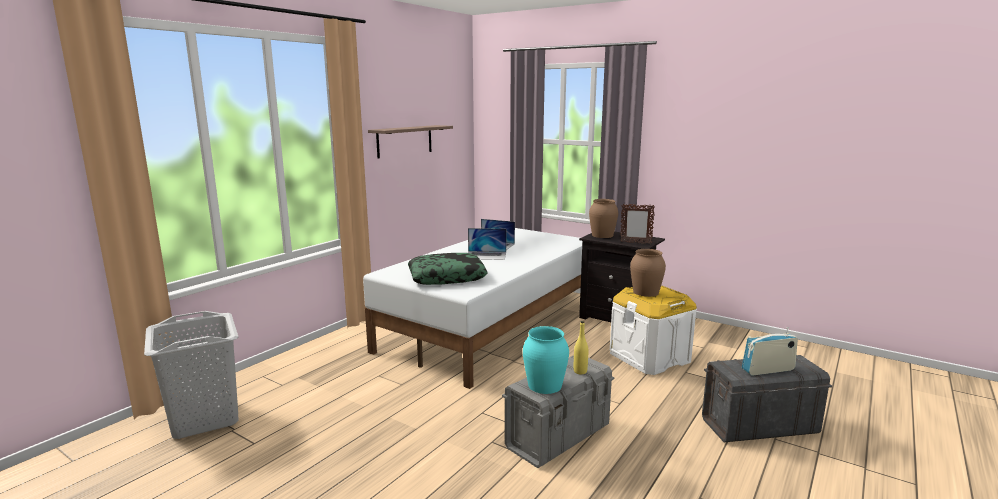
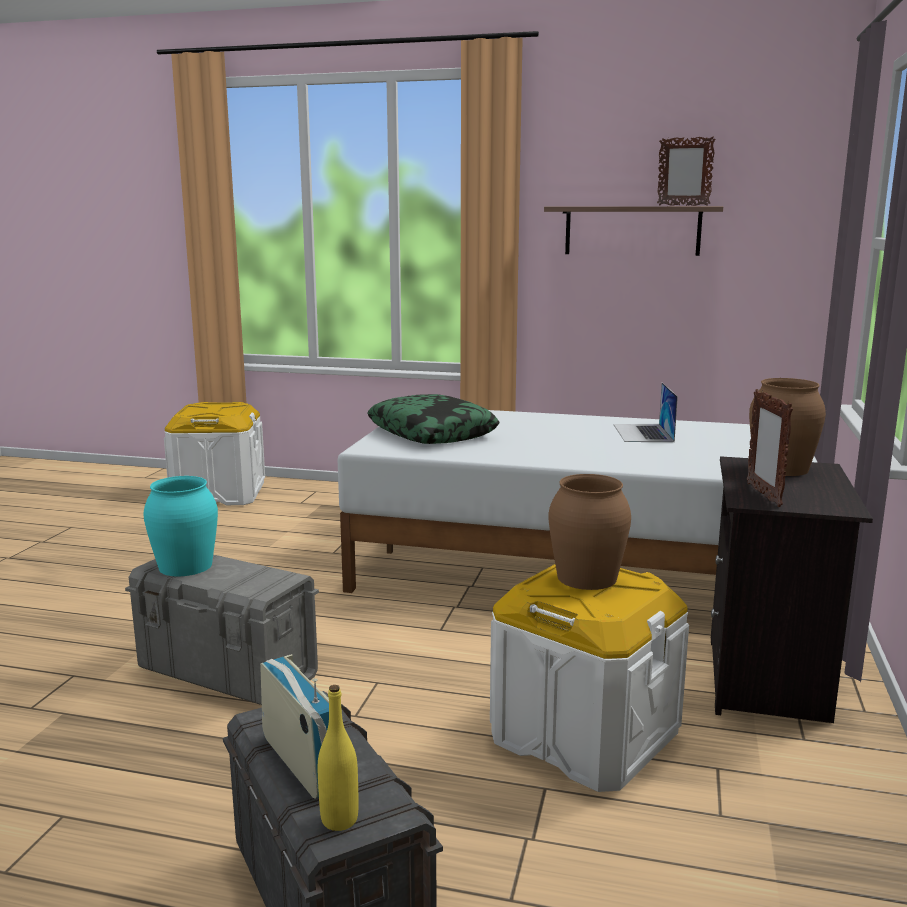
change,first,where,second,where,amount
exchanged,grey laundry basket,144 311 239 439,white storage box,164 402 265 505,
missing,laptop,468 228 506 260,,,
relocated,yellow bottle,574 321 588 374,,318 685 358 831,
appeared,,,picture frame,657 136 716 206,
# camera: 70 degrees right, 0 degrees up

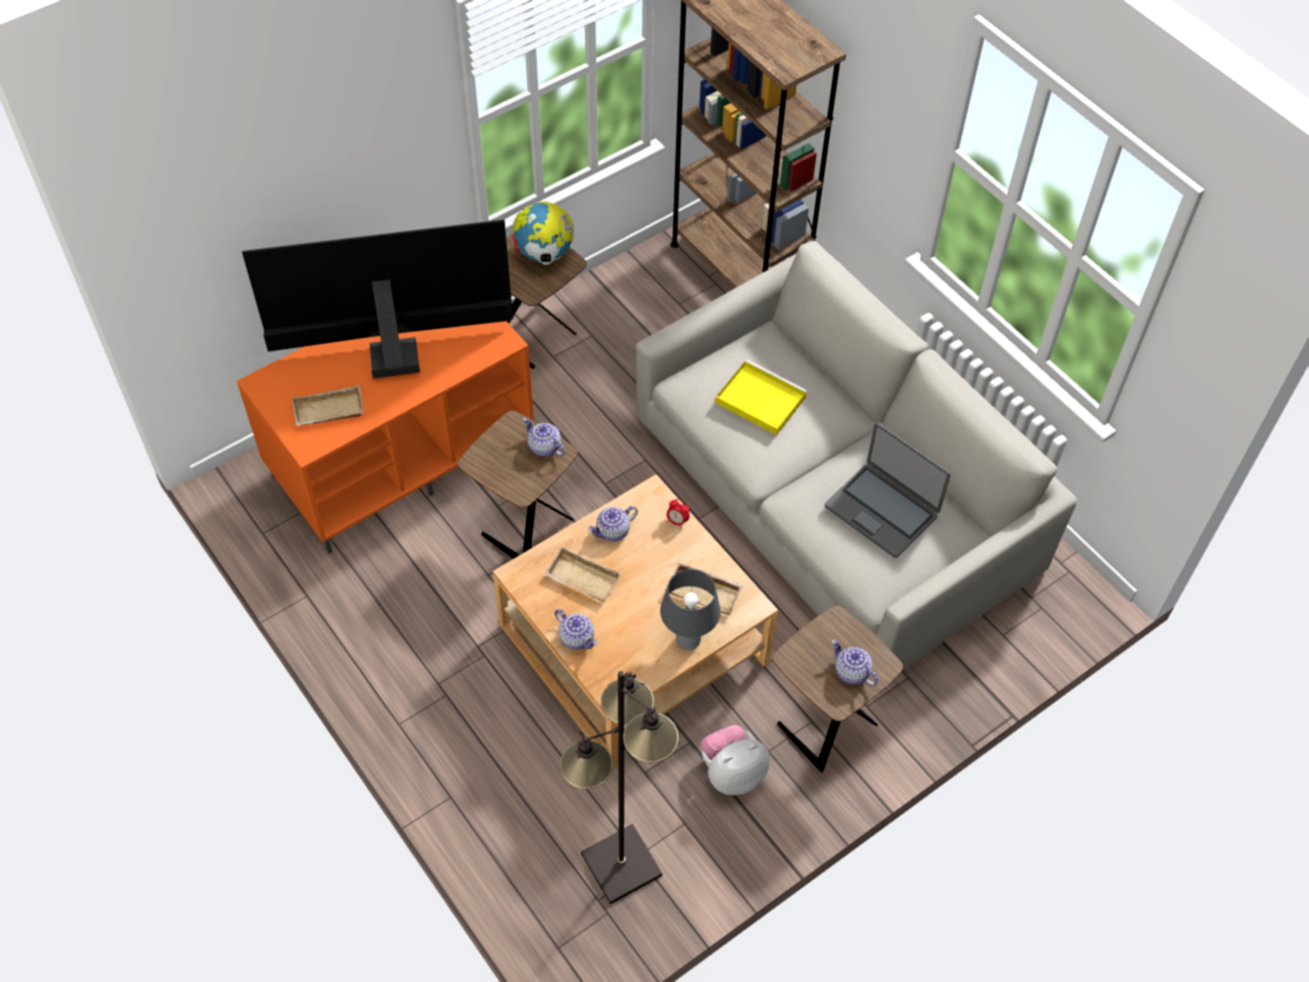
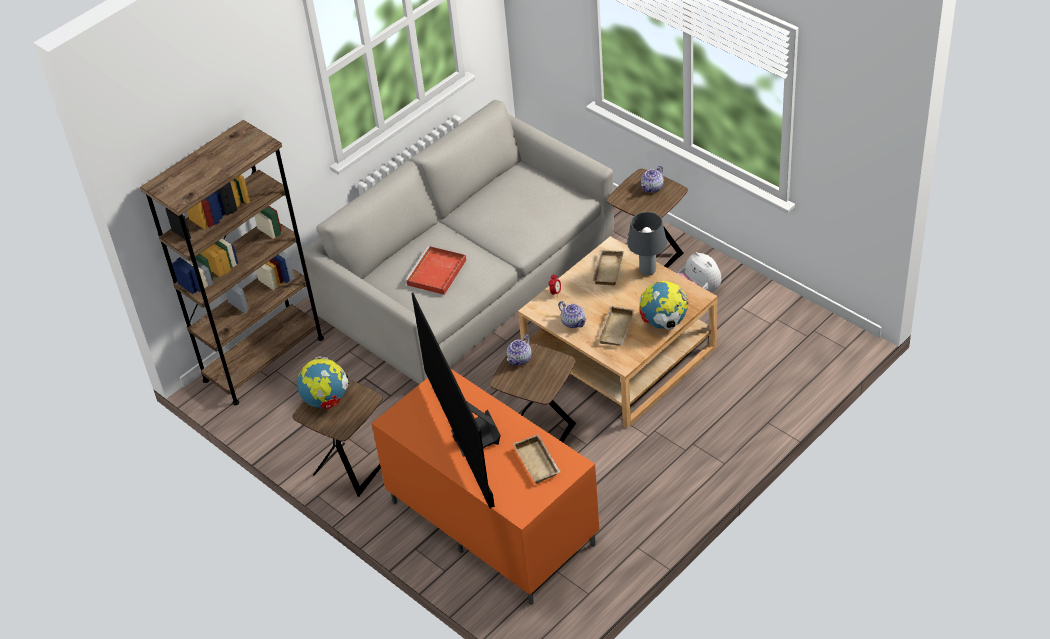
change,first,where,second,where,amount
exchanged,teapot,555 609 598 650,globe,639 281 688 330,
missing,black floor lamp,560 671 679 904,,,
colour,yellow tray,715 359 808 435,red tray,405 246 466 295,
missing,laptop,825 422 951 558,,,
# camera: 95 degrees left, 10 degrees down

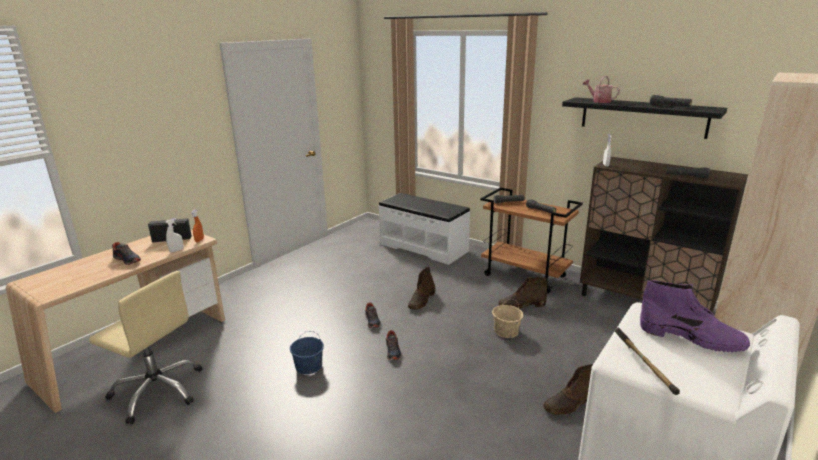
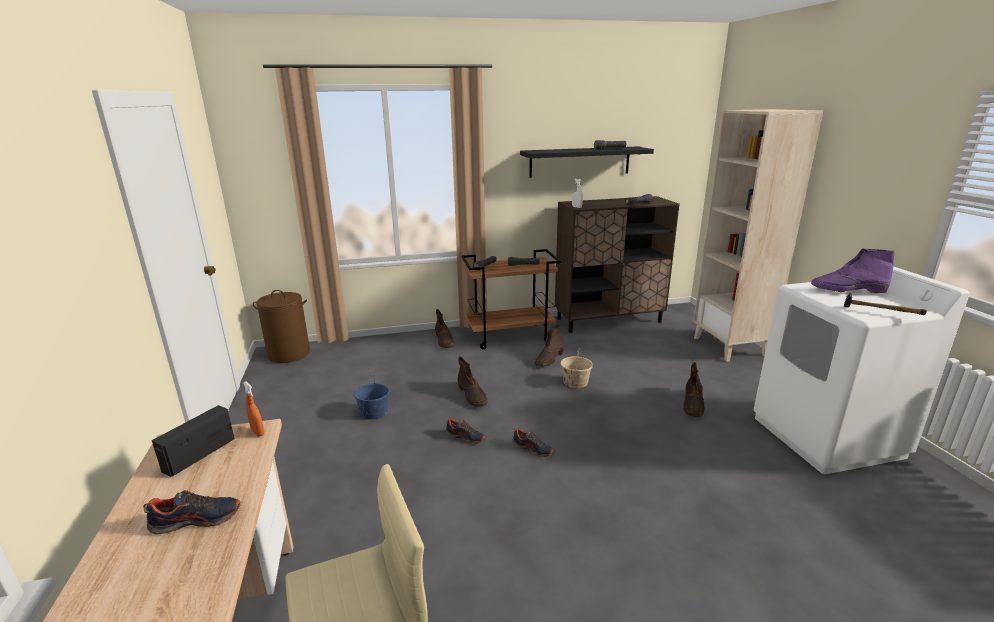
change,first,where,second,where,amount
missing,white spray bottle,166 218 184 252,,,
relocated,blue bucket,290 331 324 375,,354 375 389 419,
missing,white bench,378 193 470 265,,,
missing,watering can,583 76 620 103,,,
spun,purple boot,640 280 750 352,,811 249 895 293,150 degrees counterclockwise
appeared,,,brown laundry basket,253 290 310 363,
appeared,,,brown boot,435 309 455 348,
# camera: 50 degrees left, 0 degrees up

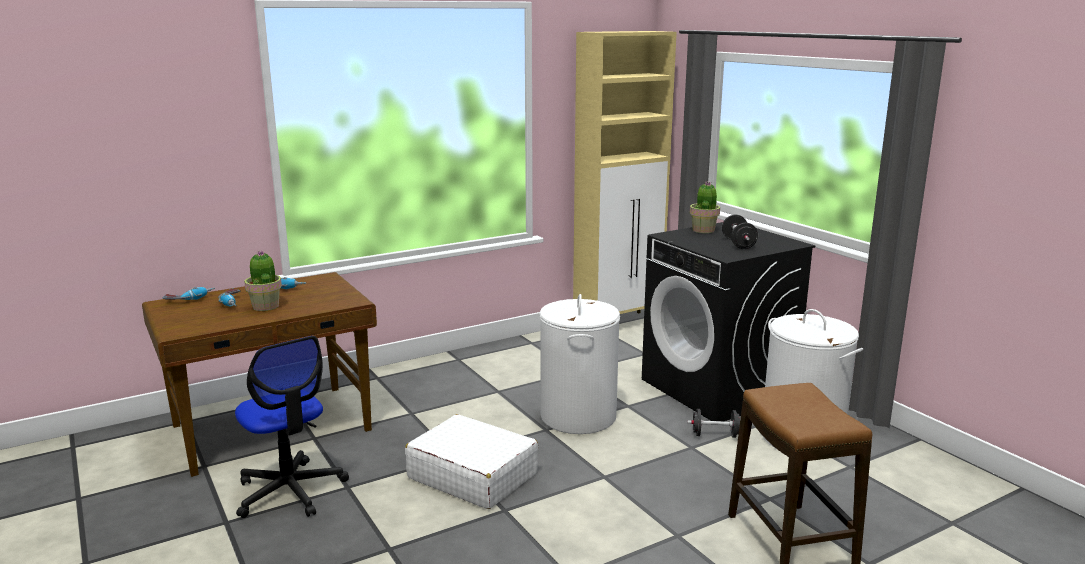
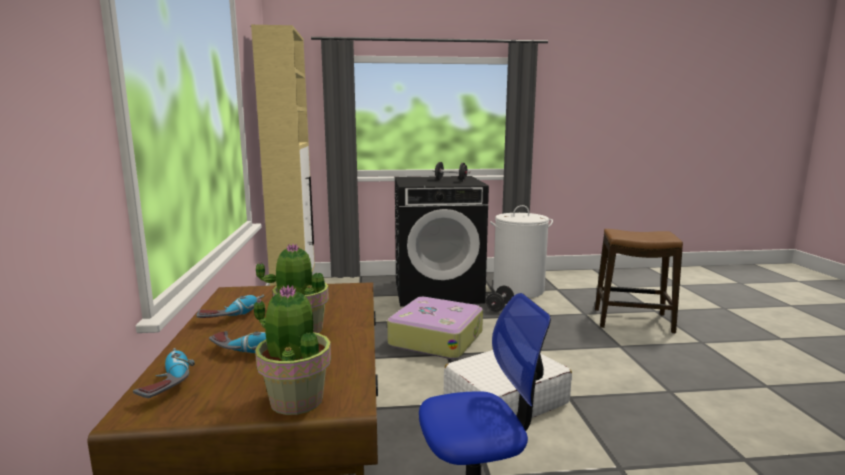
change,first,where,second,where,amount
exchanged,white laundry basket,539 294 620 434,suitcase,387 297 483 359,
relocated,potted plant,690 182 720 233,,254 285 331 415,
# camera: 65 degrees left, 5 degrees down

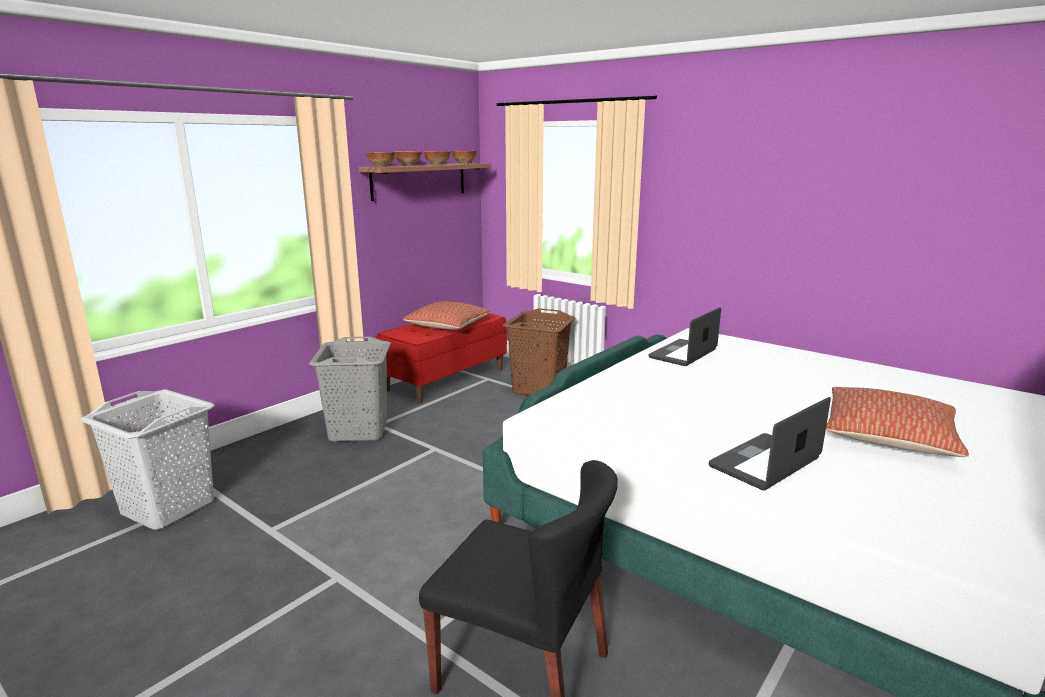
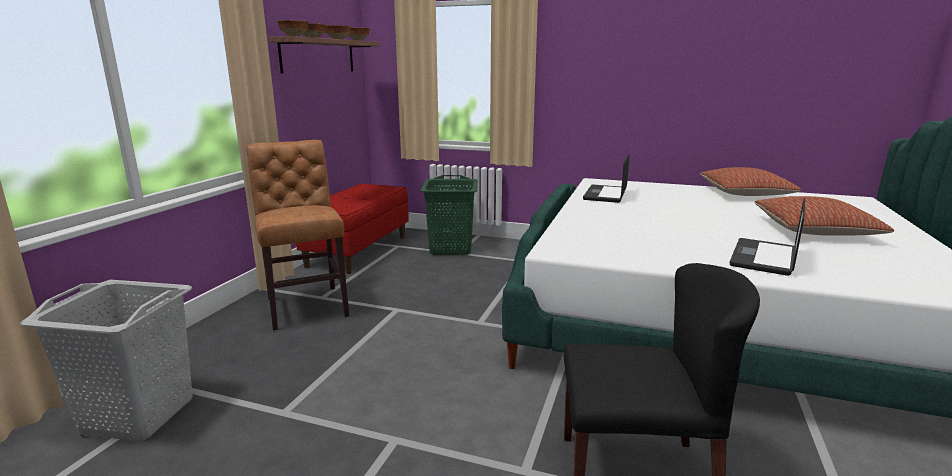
change,first,where,second,where,amount
exchanged,grey laundry basket,309 337 391 442,brown chair,246 140 349 330,
relocated,pillow,402 301 490 330,,700 167 802 196,
colour,brown laundry basket,503 308 575 396,green laundry basket,420 175 478 255,
# camera: 20 degrees left, 0 degrees up

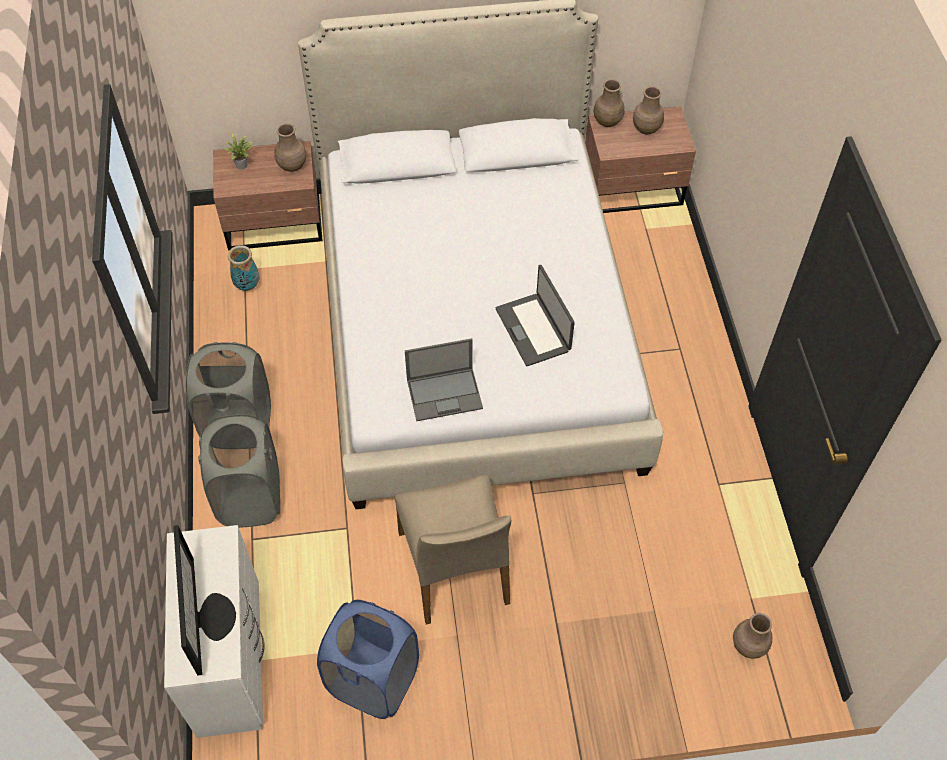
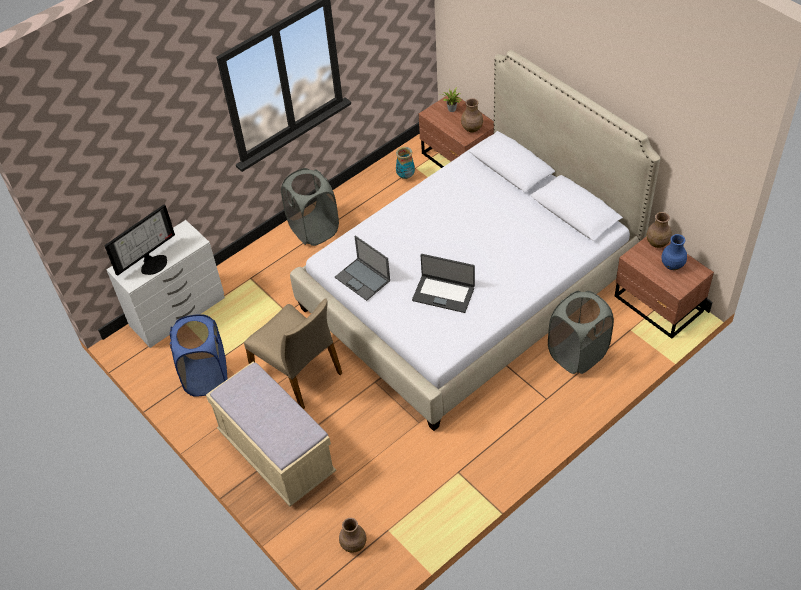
change,first,where,second,where,amount
relocated,grey laundry basket,198 414 280 528,,548 291 614 374,
spun,beige chair,395 475 511 625,,244 298 342 409,90 degrees counterclockwise
spun,laptop,496 265 575 366,,412 254 475 313,105 degrees counterclockwise
colour,brown vase,633 86 664 134,blue vase,661 234 687 270,
appeared,,,beige bench,206 362 336 506,
# camera: 60 degrees right, 5 degrees down

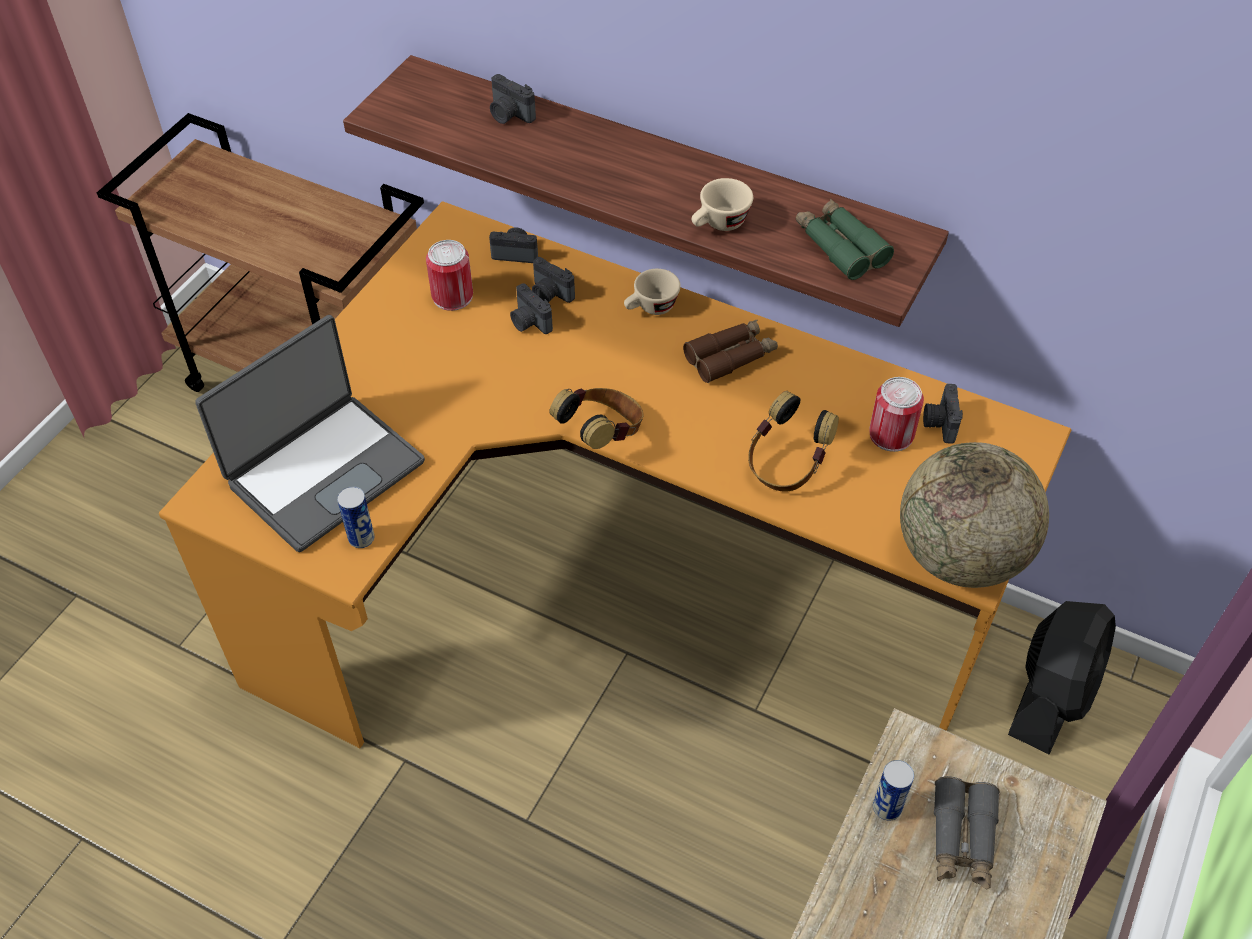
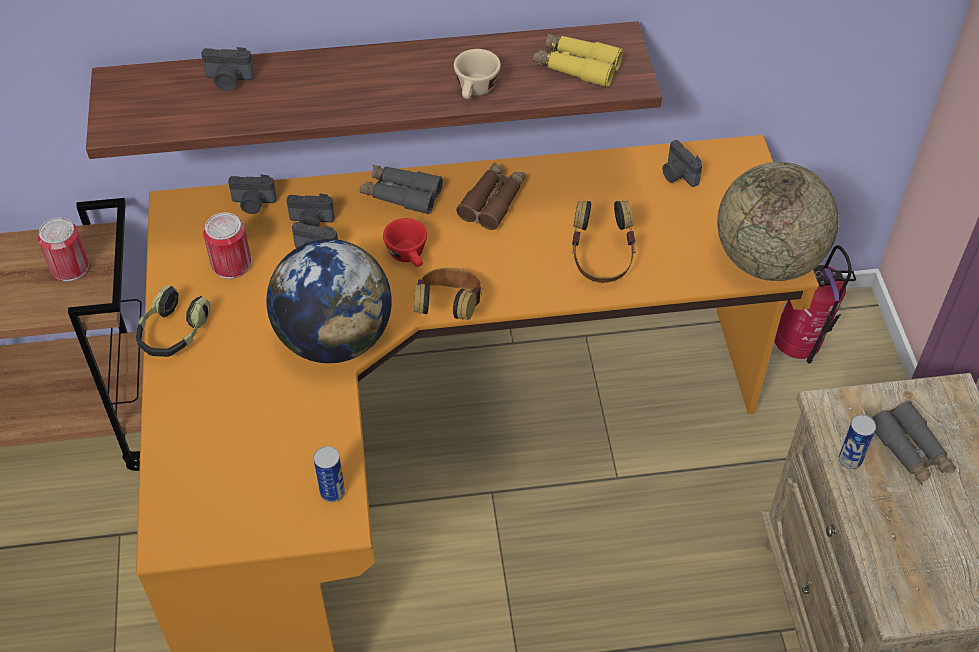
change,first,where,second,where,amount
missing,laptop,195 315 425 552,,,
spun,photo camera,489 227 538 263,,228 175 277 214,150 degrees counterclockwise
exchanged,beige cup,624 269 681 315,grey binoculars,360 165 443 214,
colour,green binoculars,796 199 894 280,yellow binoculars,533 33 623 88,
relocated,can,869 377 924 452,,38 218 89 282,
exchanged,black fan,1008 601 1116 755,fire extinguisher,774 245 856 364,
appeared,,,headphones,136 285 210 357,
appeared,,,globe,266 239 392 363,
appeared,,,red cup,383 218 427 267,
# camera: 35 degrees left, 0 degrees up

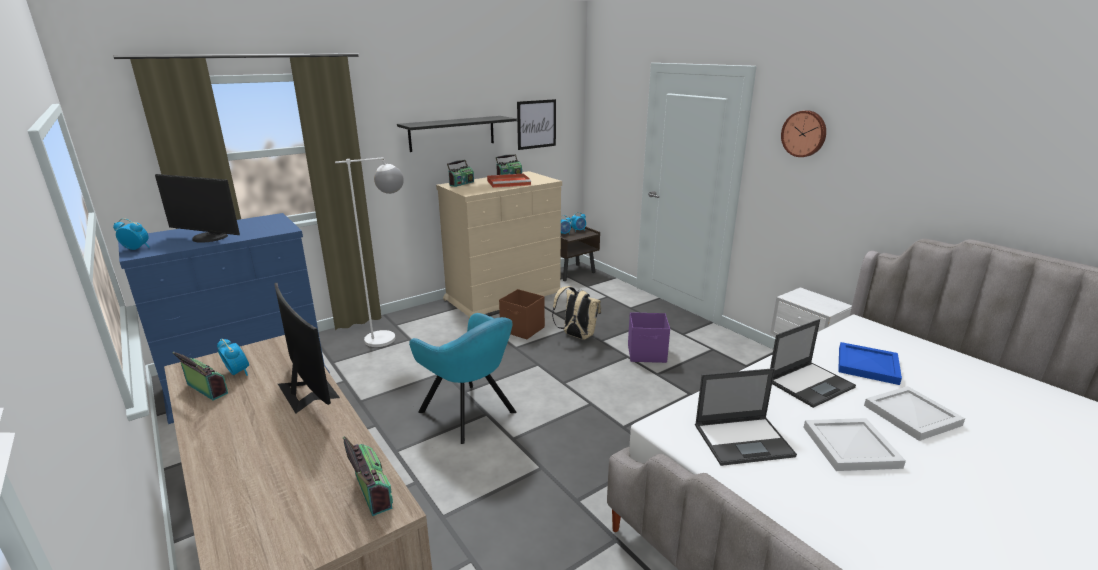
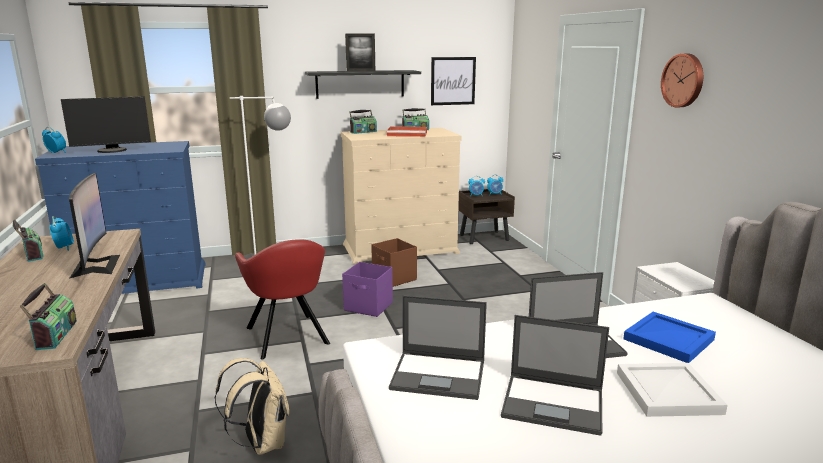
change,first,where,second,where,amount
spun,monitor,155 174 240 243,,61 96 151 153,60 degrees counterclockwise
colour,turquoise armchair,409 313 517 444,red armchair,235 239 330 360,
relocated,beige backpack,552 286 601 339,,214 358 289 455,
relocated,purple storage box,628 312 670 363,,342 262 393 317,
exchanged,white tray,803 418 906 471,laptop,501 315 609 436,
appeared,,,picture frame,345 33 375 72,
# camera: 20 degrees right, 5 degrees down

